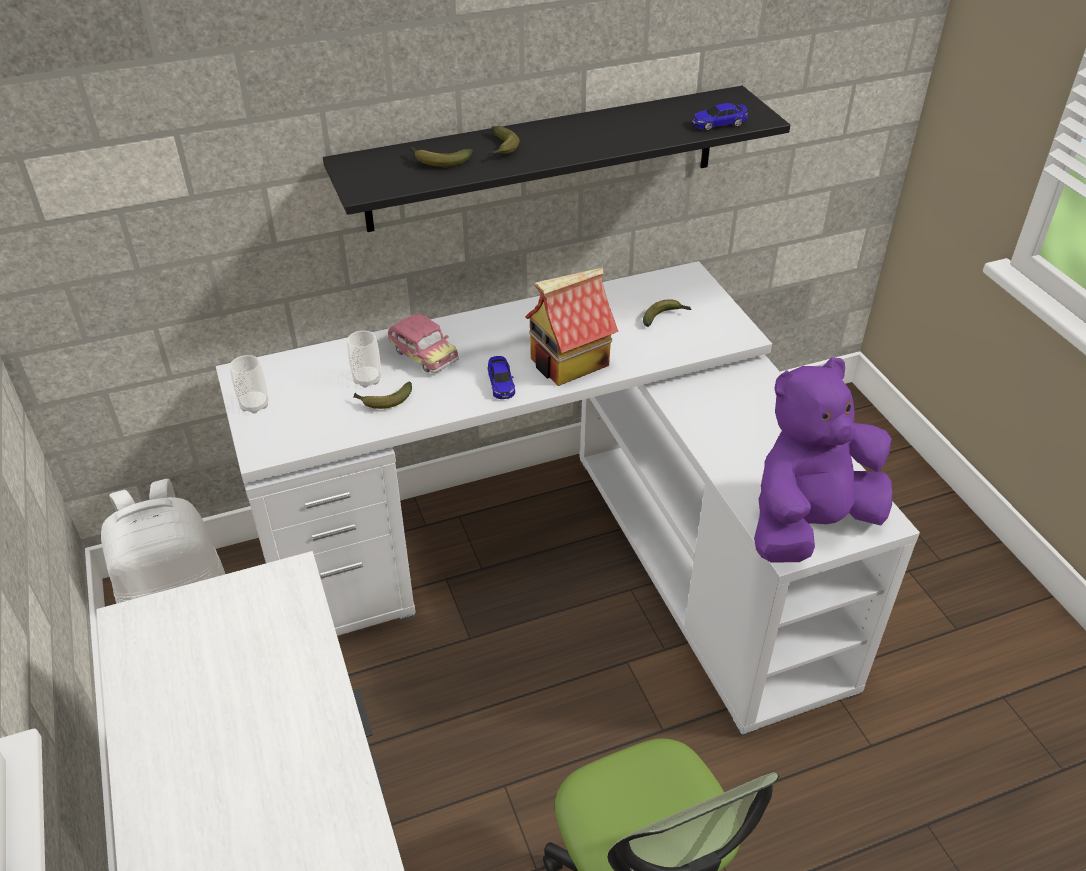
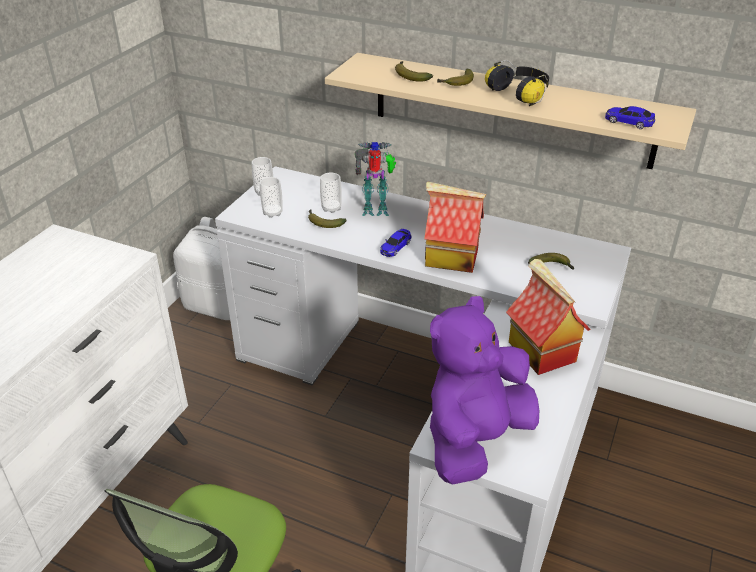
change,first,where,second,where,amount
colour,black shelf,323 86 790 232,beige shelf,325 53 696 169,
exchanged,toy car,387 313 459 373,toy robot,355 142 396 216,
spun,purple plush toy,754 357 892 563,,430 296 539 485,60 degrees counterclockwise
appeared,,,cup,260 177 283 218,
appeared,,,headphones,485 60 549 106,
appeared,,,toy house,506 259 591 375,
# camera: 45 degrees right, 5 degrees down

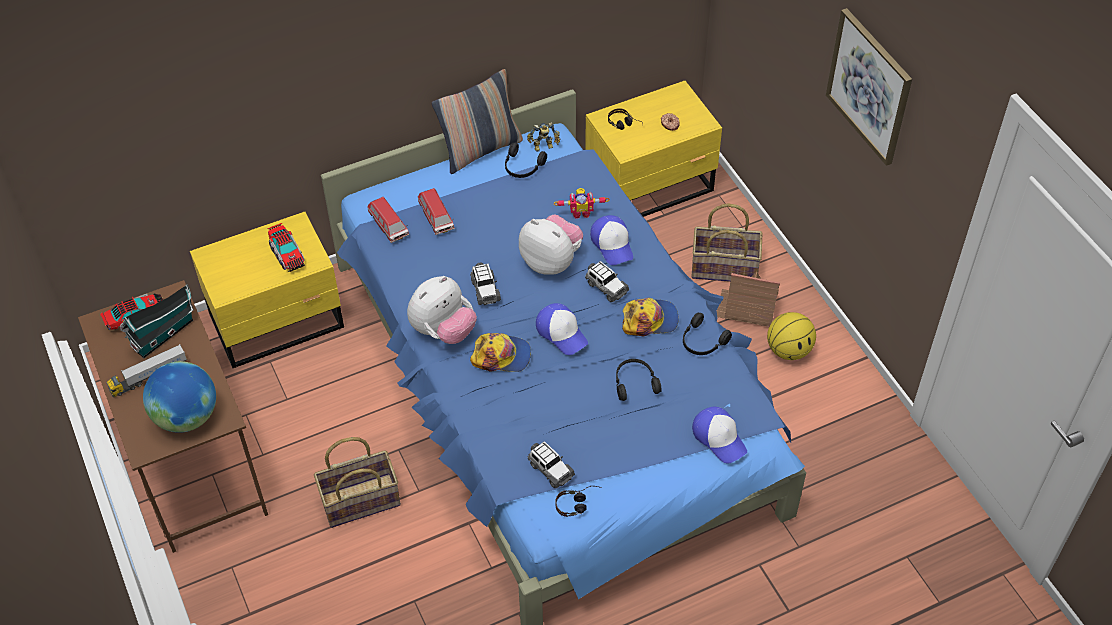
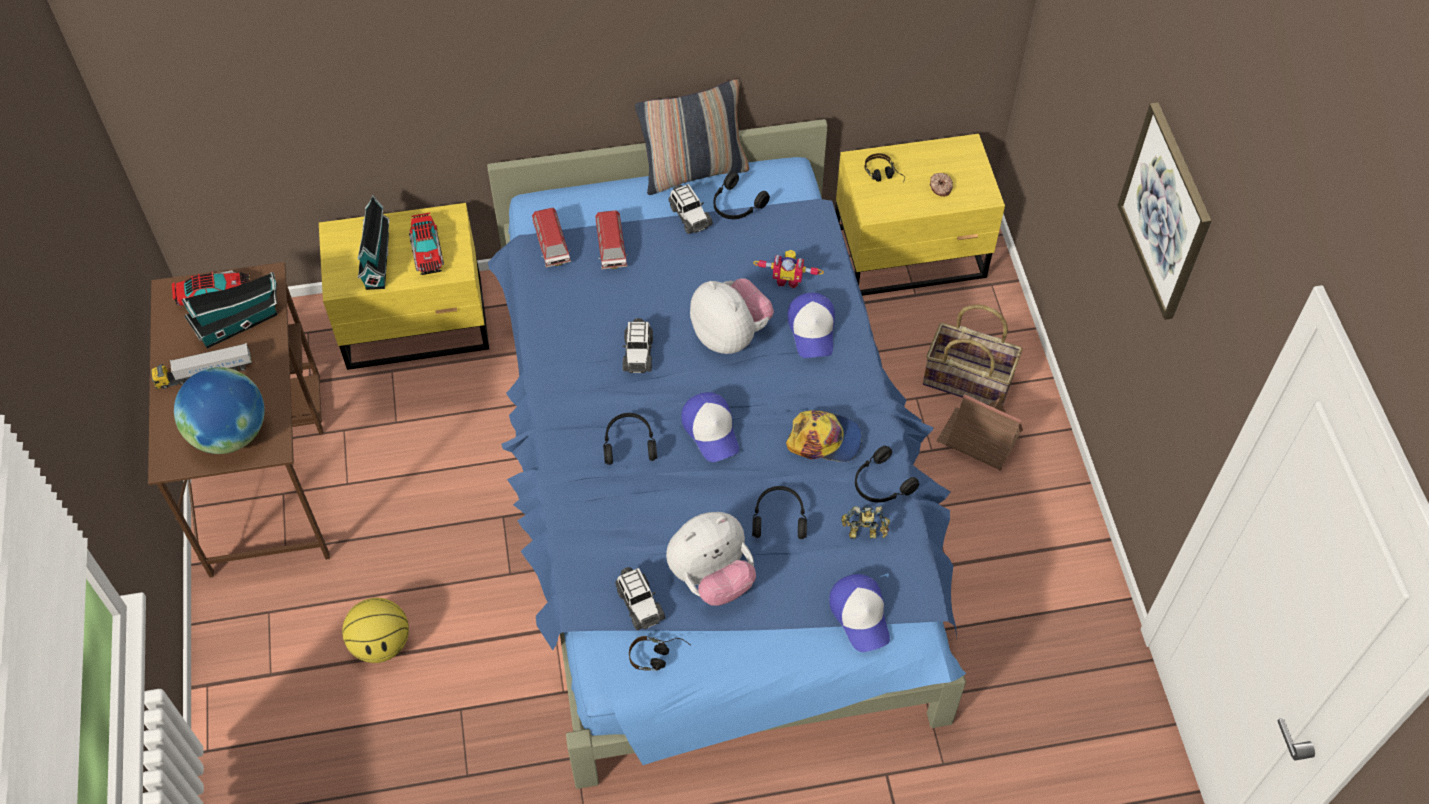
change,first,where,second,where,amount
missing,basket,314 437 401 528,,,
relocated,plush toy,407 276 477 344,,666 512 756 606,
exchanged,cap,470 333 531 372,black headphones,603 413 657 465,
relocated,toy robot,527 122 560 152,,841 506 890 539,
relocated,toy car,585 261 629 302,,668 184 713 234,
relocated,basketball,767 312 816 360,,342 598 409 663,
appeared,,,toy house,357 195 390 290,
# camera: 15 degrees right, 5 degrees up

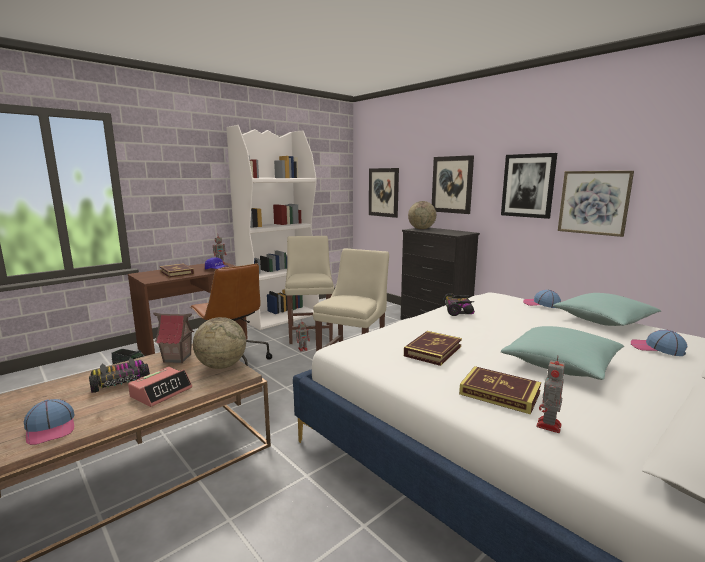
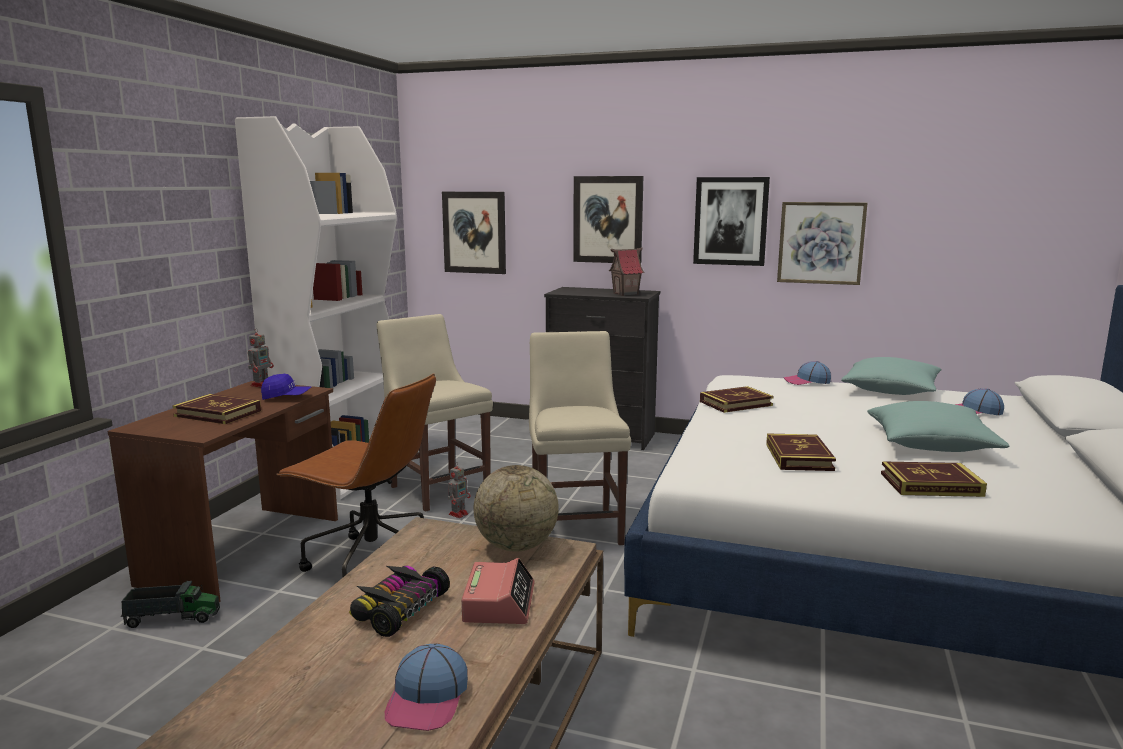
change,first,where,second,where,amount
spun,cap,24 399 75 445,,385 643 468 731,75 degrees clockwise
relocated,toy house,153 313 195 363,,609 248 644 296,
missing,globe,408 201 436 229,,,
exchanged,toy car,444 293 475 316,book,700 386 774 413,
missing,toy robot,536 356 565 433,,,
# camera: 30 degrees left, 0 degrees up

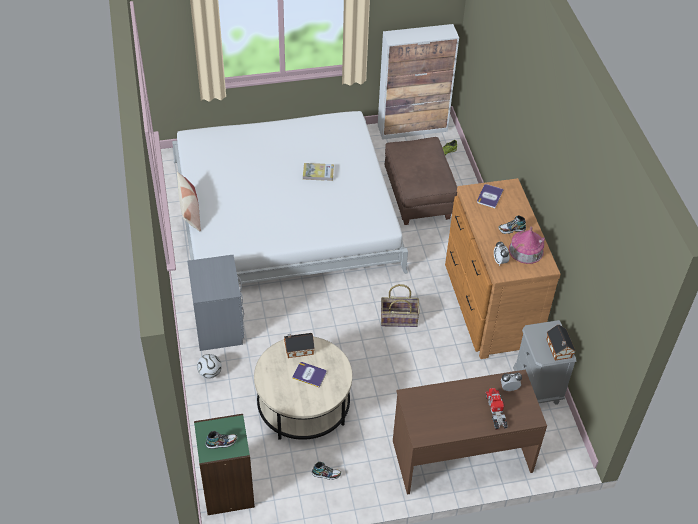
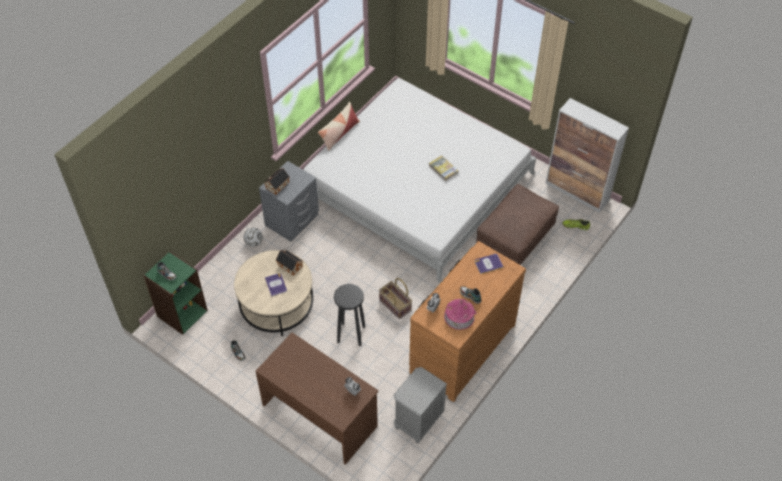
change,first,where,second,where,amount
missing,toy truck,485 388 508 430,,,
relocated,toy house,546 325 576 360,,264 168 290 194,
appeared,,,black stool,334 284 365 346,
# camera: 50 degrees right, 5 degrees up

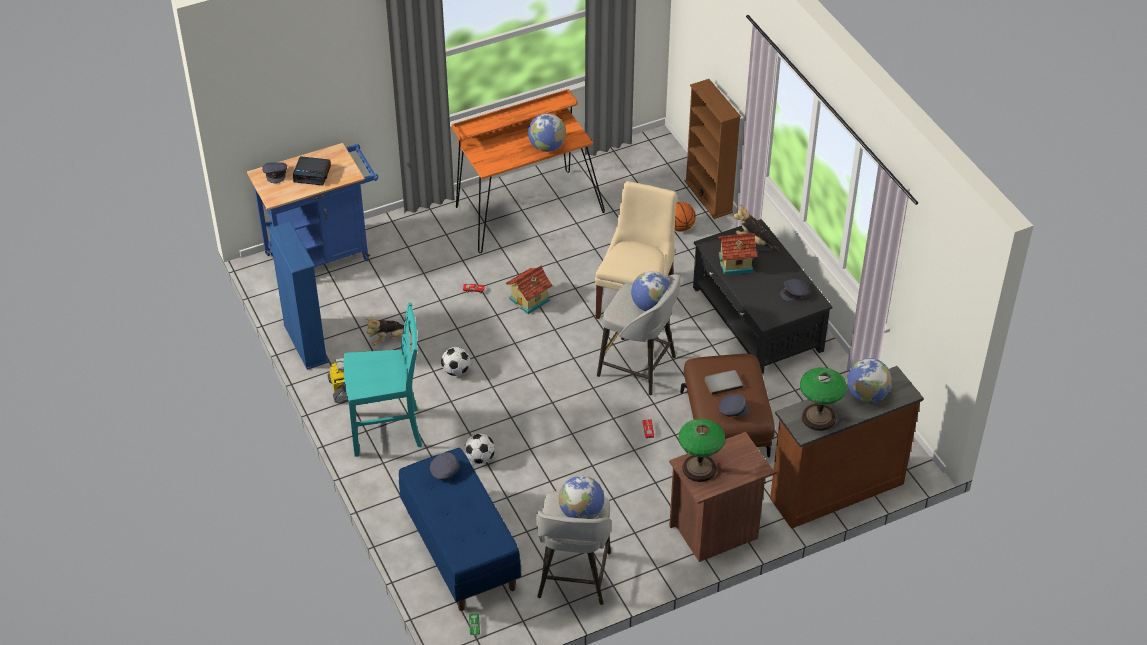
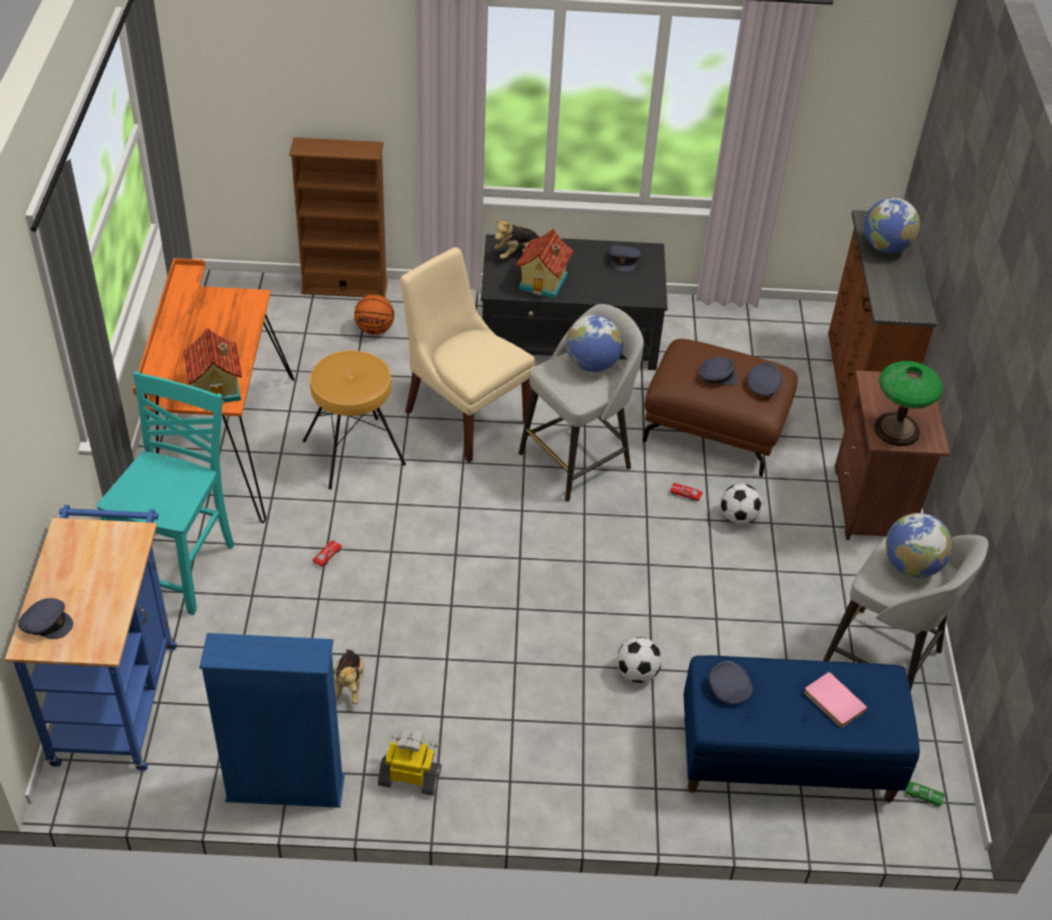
change,first,where,second,where,amount
missing,alarm clock,293 156 331 186,,,
relocated,turquoise chair,344 303 422 457,,97 371 234 615,
relocated,football,441 347 471 376,,720 483 762 525,
relocated,toy house,506 266 553 314,,184 328 242 404,
missing,globe,528 113 566 152,,,
exchanged,grey book,704 370 743 395,grey cap,698 357 738 385,
missing,table lamp,800 368 847 431,,,
appeared,,,brown stool,303 351 406 489,
appeared,,,pink book,804 672 868 728,
# camera: 65 degrees left, 0 degrees up

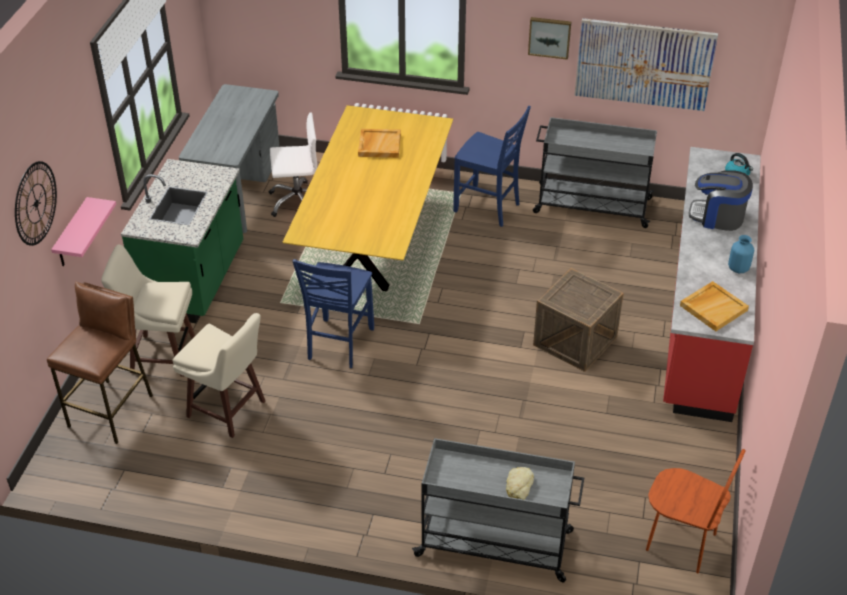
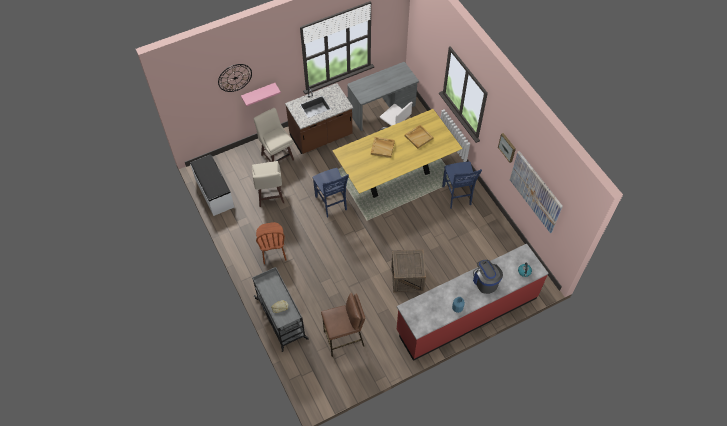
change,first,where,second,where,amount
relocated,brown stool,47 282 153 444,,321 293 366 357,
colour,green counter,121 159 243 323,brown counter,285 83 353 154,
spun,blue chair,293 259 374 368,,312 168 349 218,90 degrees counterclockwise
missing,grey cart,533 117 657 228,,,
relocated,brown chair,646 449 746 574,,256 222 287 264,
relocated,beige tray,680 281 749 331,,371 137 395 158,
appeared,,,white bench,190 154 234 216,
# camera: 50 degrees right, 15 degrees up

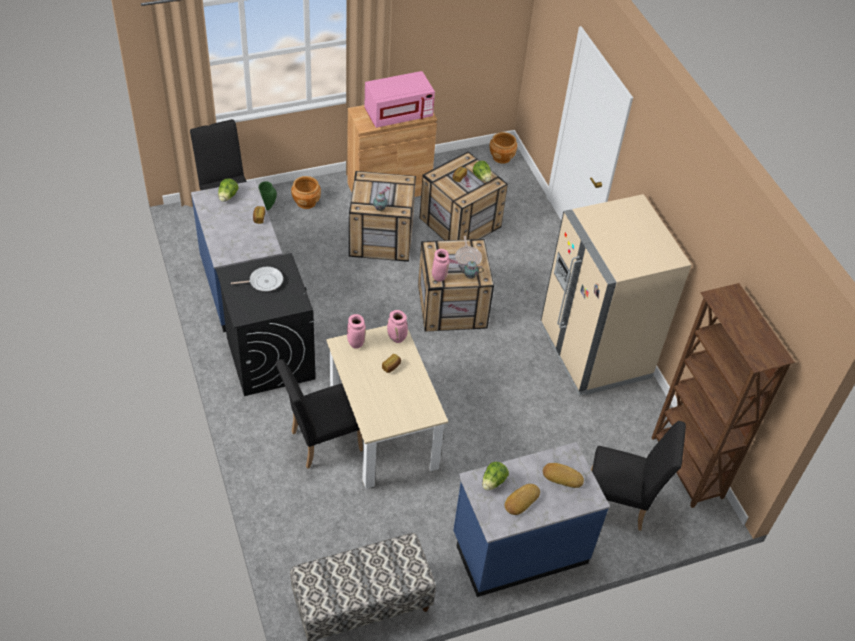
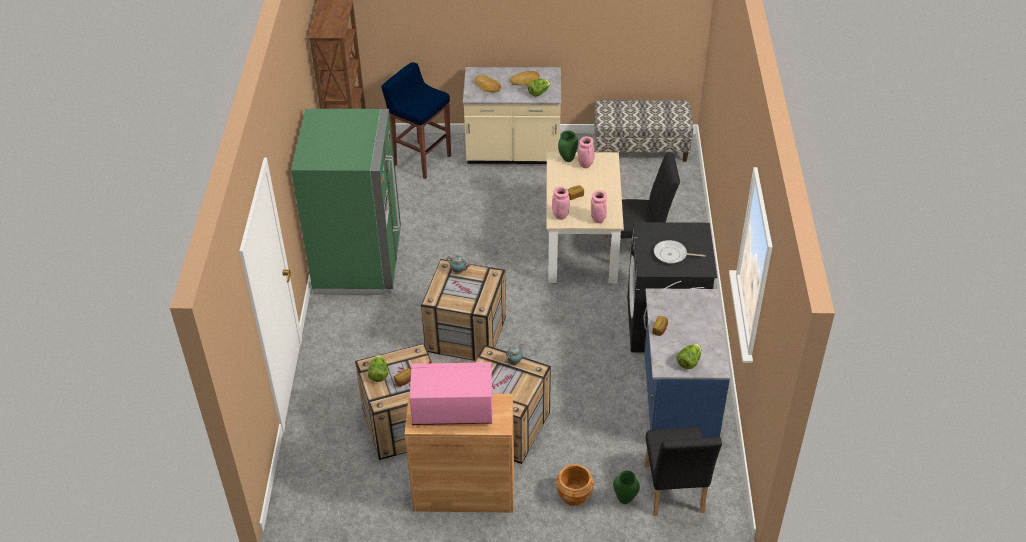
change,first,where,second,where,amount
relocated,pink vase,432 249 450 282,,578 136 594 168,
colour,blue counter,453 442 610 597,beige counter,463 67 561 164,
missing,frying pan,455 236 482 266,,,
missing,brown planter,489 132 517 164,,,
colour,beige fridge,541 194 691 395,green fridge,291 109 401 295,
exchanged,black chair,591 421 686 531,blue stool,381 62 451 179,
appeared,,,green vase,558 131 578 162,
# camera: 155 degrees left, 5 degrees down

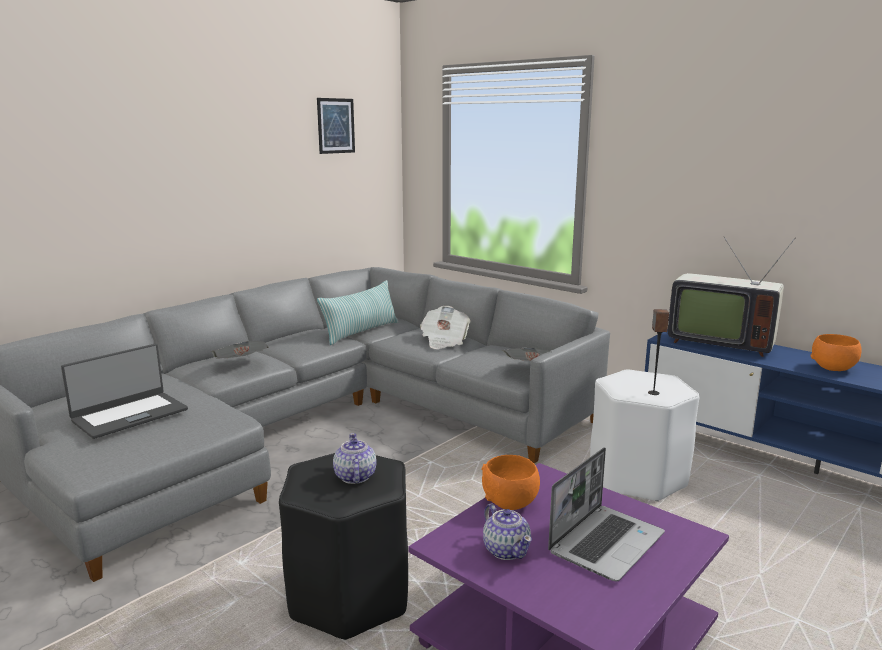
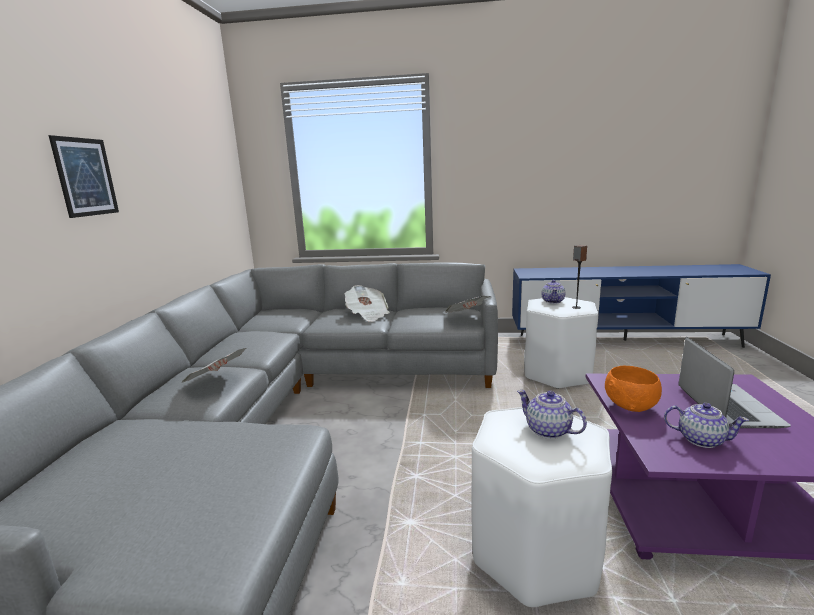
change,first,where,second,where,amount
missing,laptop,61 344 188 439,,,
colour,black stool,279 453 408 640,white stool,471 407 612 607,
relocated,picture,317 98 355 154,,48 135 119 218,
missing,pillow,317 280 398 345,,,
missing,television,668 237 796 357,,,
missing,orange bowl,811 334 862 371,,,
appeared,,,teapot,541 280 565 304,
# camera: 35 degrees left, 0 degrees up

